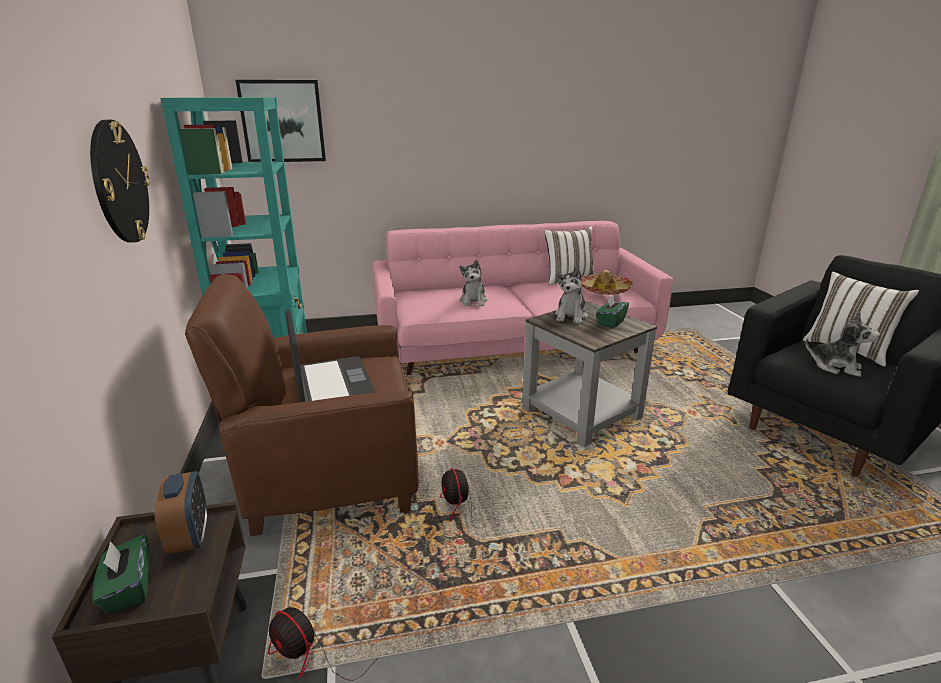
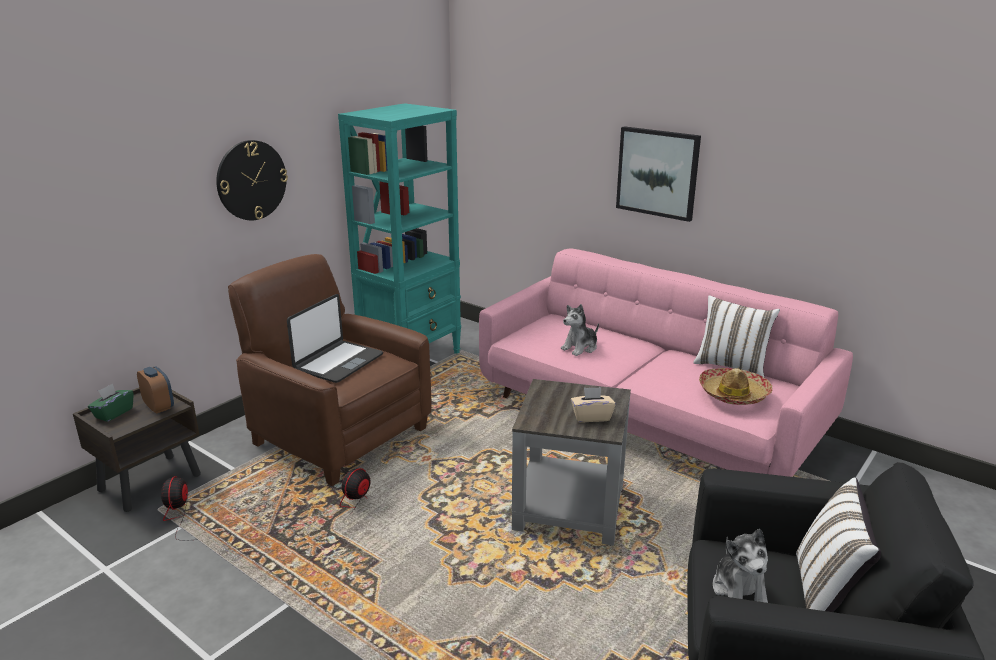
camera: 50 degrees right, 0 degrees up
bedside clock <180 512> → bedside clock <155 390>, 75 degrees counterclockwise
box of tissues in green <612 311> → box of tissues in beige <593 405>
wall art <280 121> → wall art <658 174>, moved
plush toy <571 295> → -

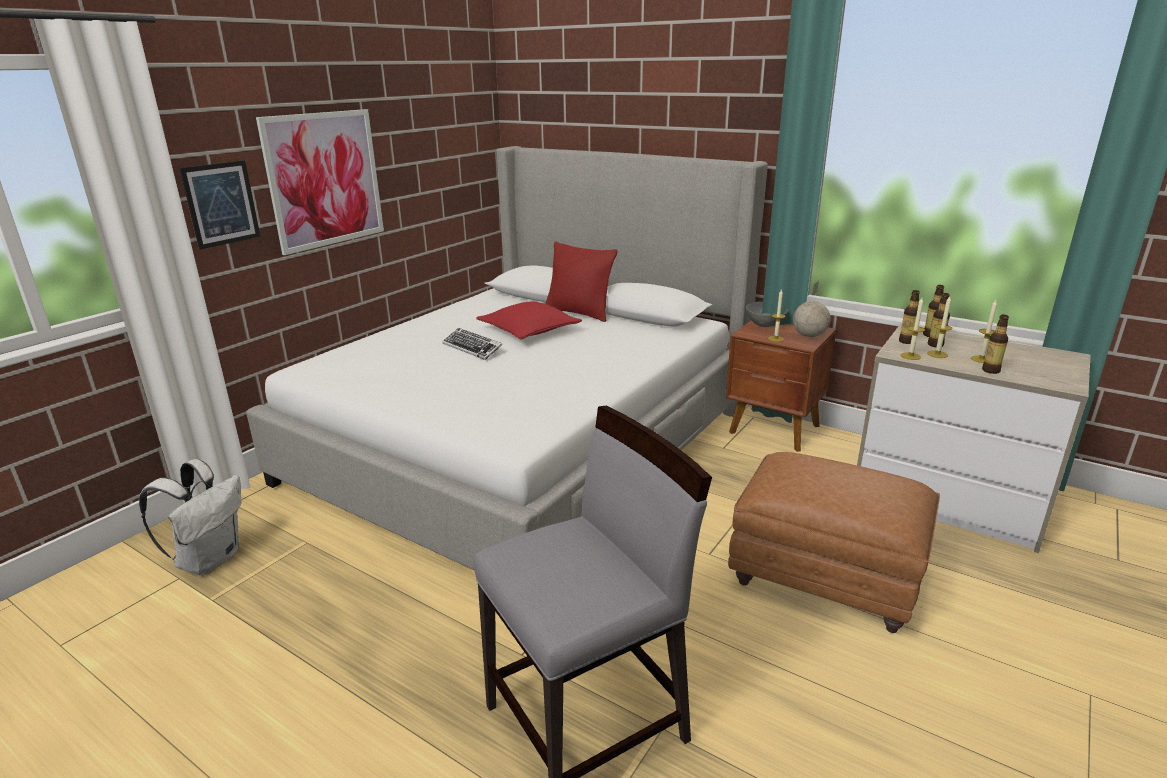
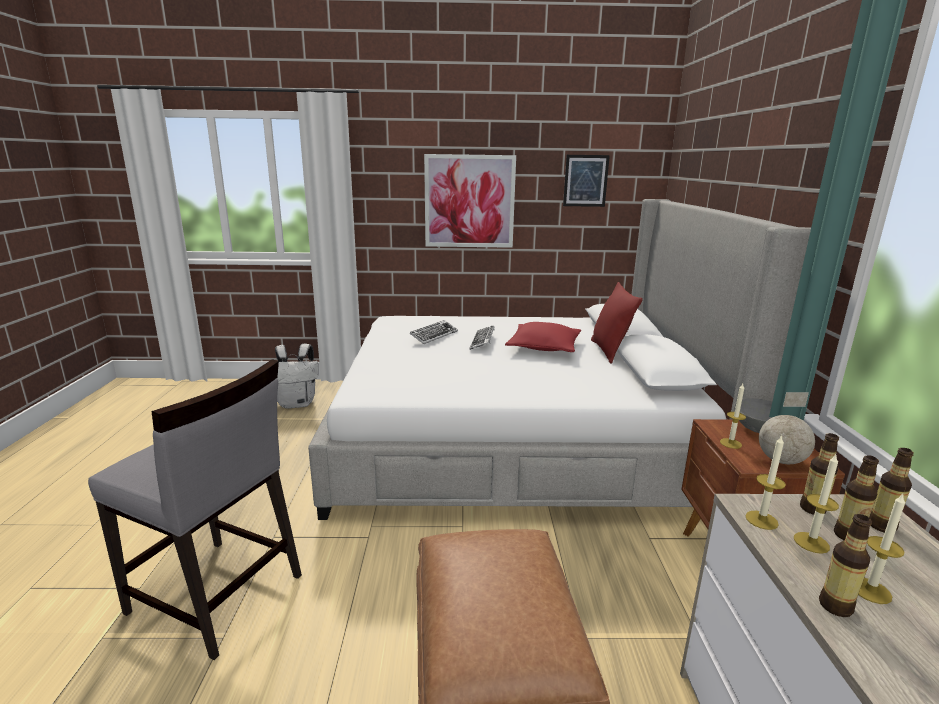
camera: 55 degrees right, 5 degrees down
- → PC keyboard <434 332>
wall art <220 204> → wall art <586 181>, moved

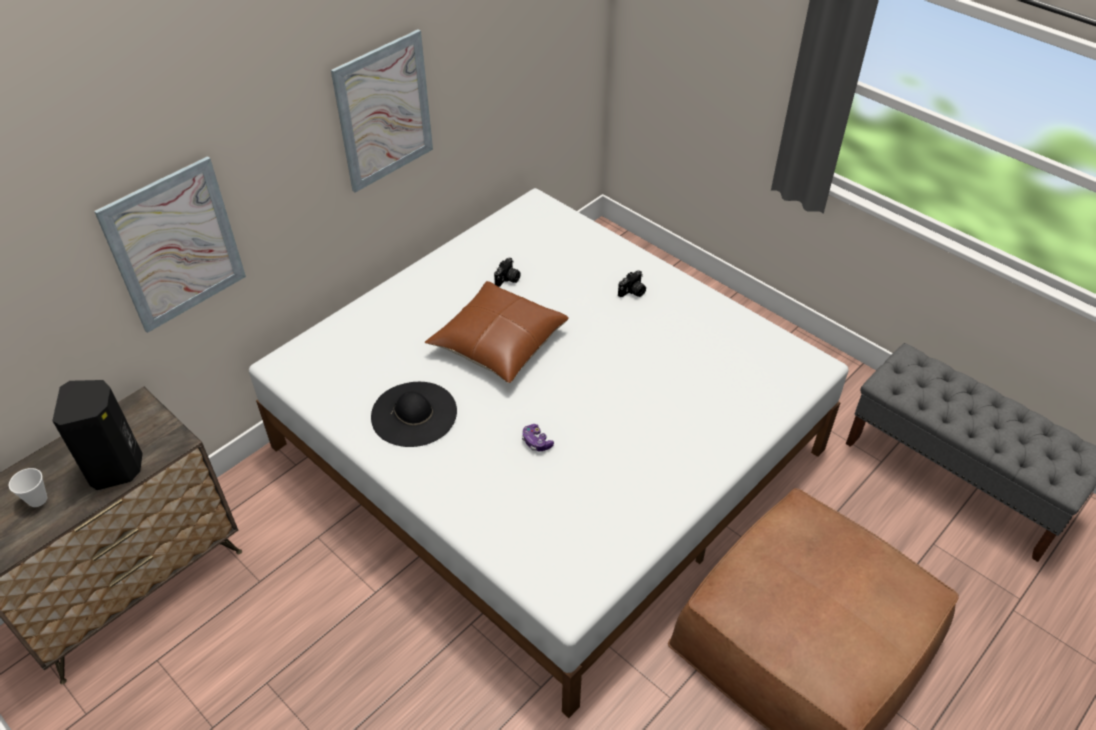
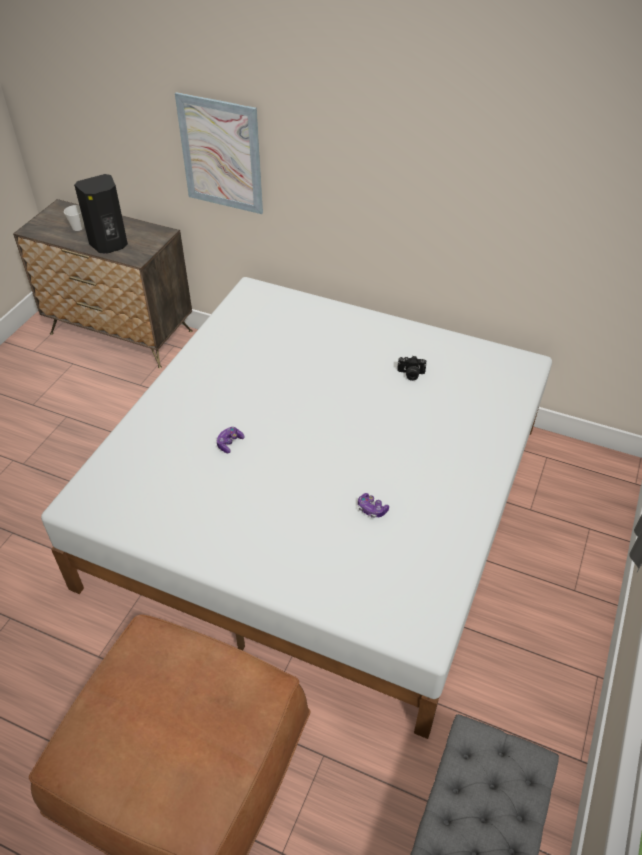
camera: 70 degrees right, 0 degrees up
- → gamepad <373 505>
wall art <382 111> → -
hat in black <414 414> → -
cushion in brown <497 332> → -
still camera <632 283> → -

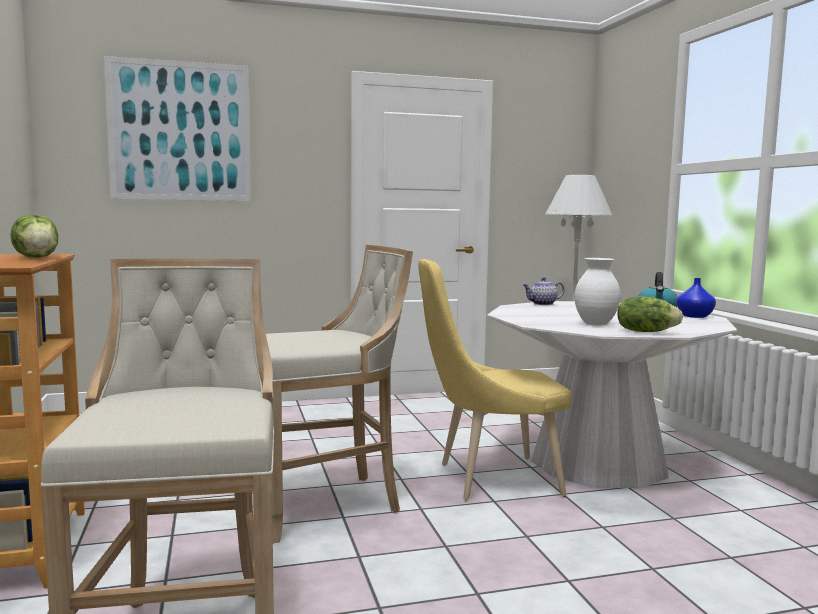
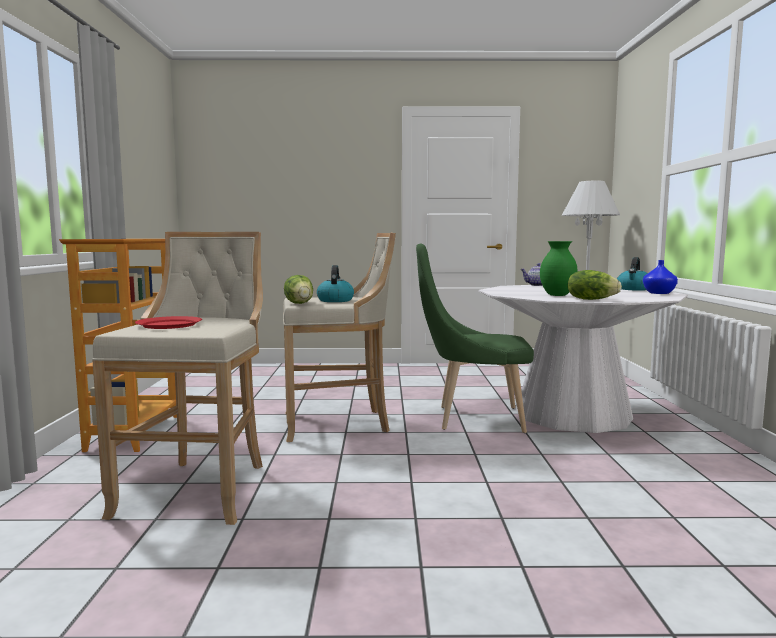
camera: 15 degrees right, 0 degrees up
- → flat dish in red-coloured <168 322>
head of lettuce <34 236> → head of lettuce <298 289>, moved
- → tea kettle <335 283>
upright chair in yellowish <495 379> → upright chair in green <475 338>
vase in whitish <598 291> → vase in green <559 268>
wall art <177 128> → -

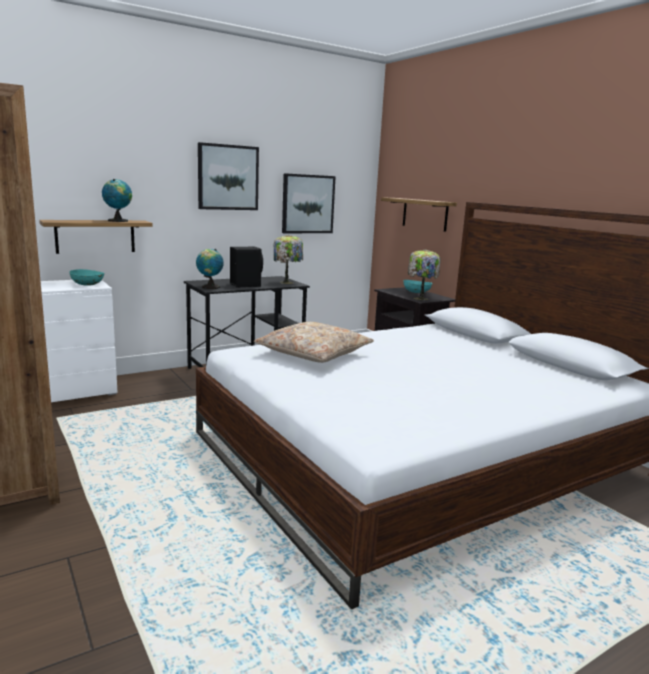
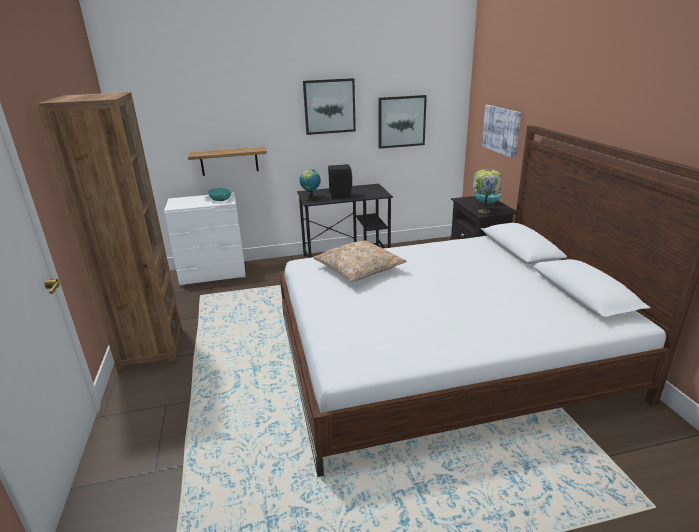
camera: 20 degrees right, 10 degrees up
shelf <419 214> → wall art <501 132>
world globe <117 200> → -
table lamp <288 259> → -

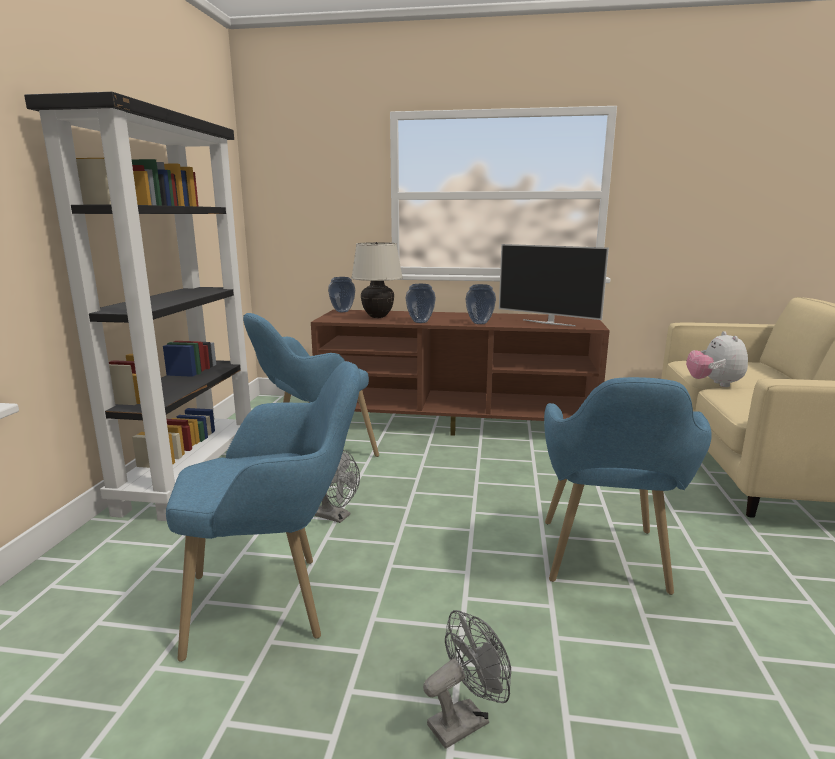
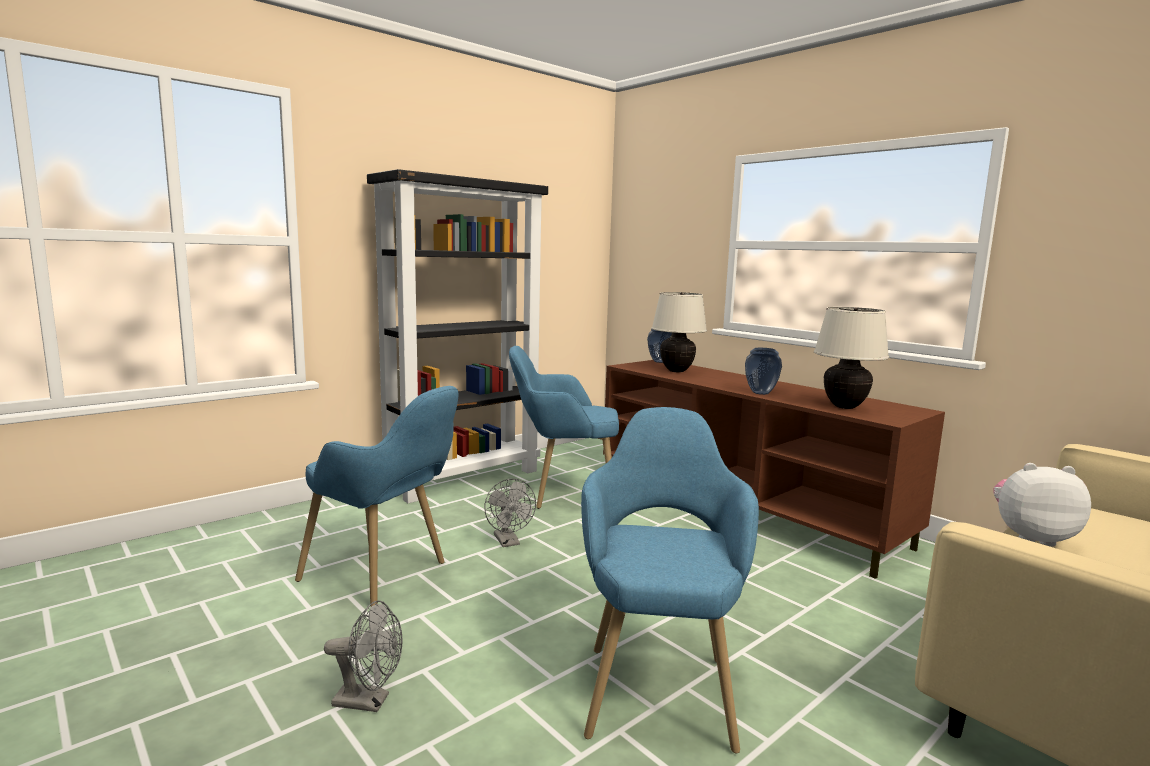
camera: 40 degrees right, 5 degrees down
lounge chair in blue-coloured <628 486> → lounge chair in blue-coloured <670 580>, 135 degrees clockwise
TV set <554 285> → table lamp in beige <851 358>
plush toy <717 359> → plush toy <1042 505>, 60 degrees clockwise
vase <421 303> → -

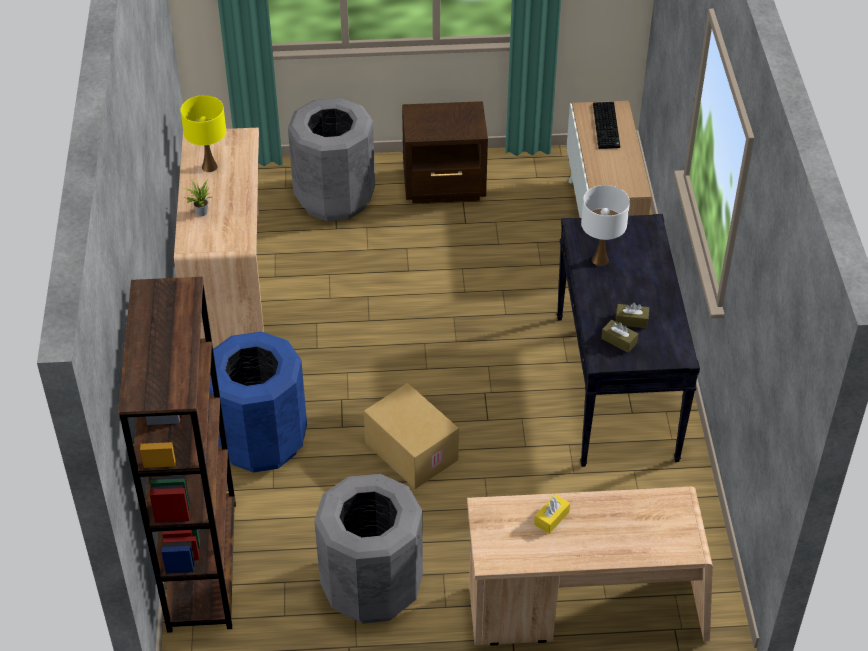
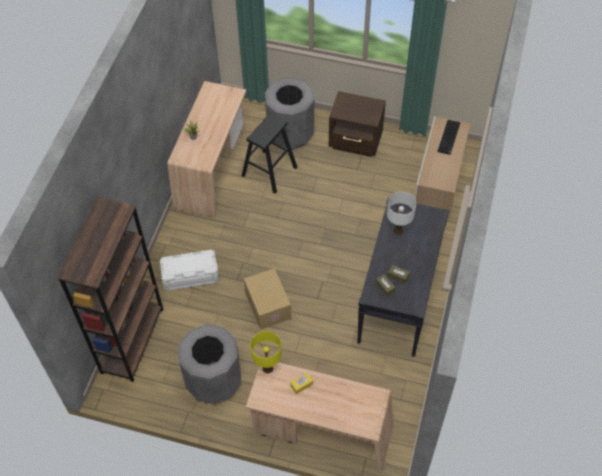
camera: 20 degrees right, 10 degrees up
trash can in blue-coloured <258 402> → storage container in whitish <189 270>
- → stool in black <269 154>
table lamp in yellowish <203 133> → table lamp in yellowish <266 352>, moved

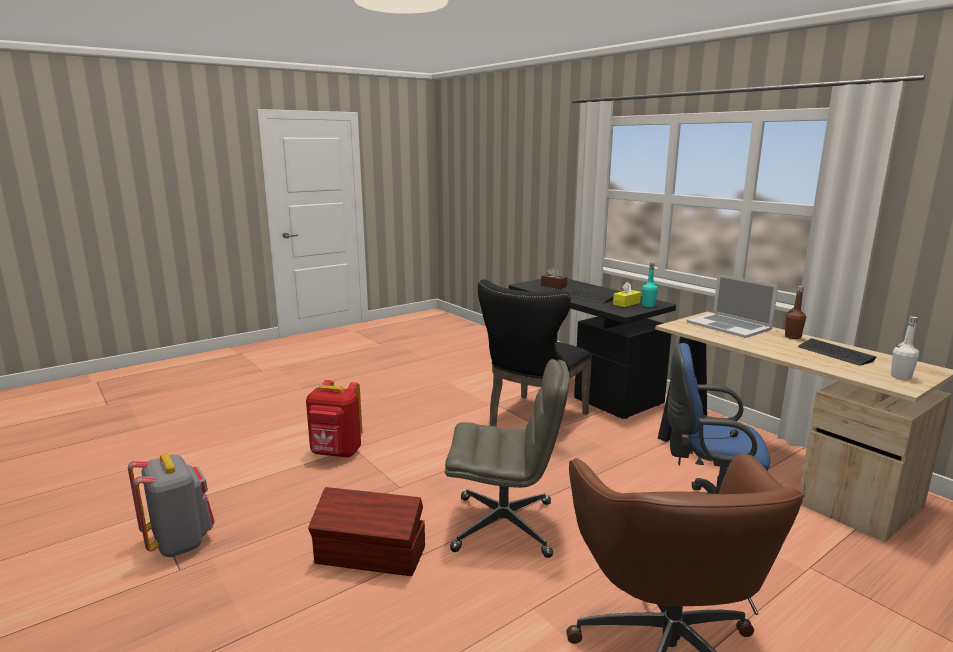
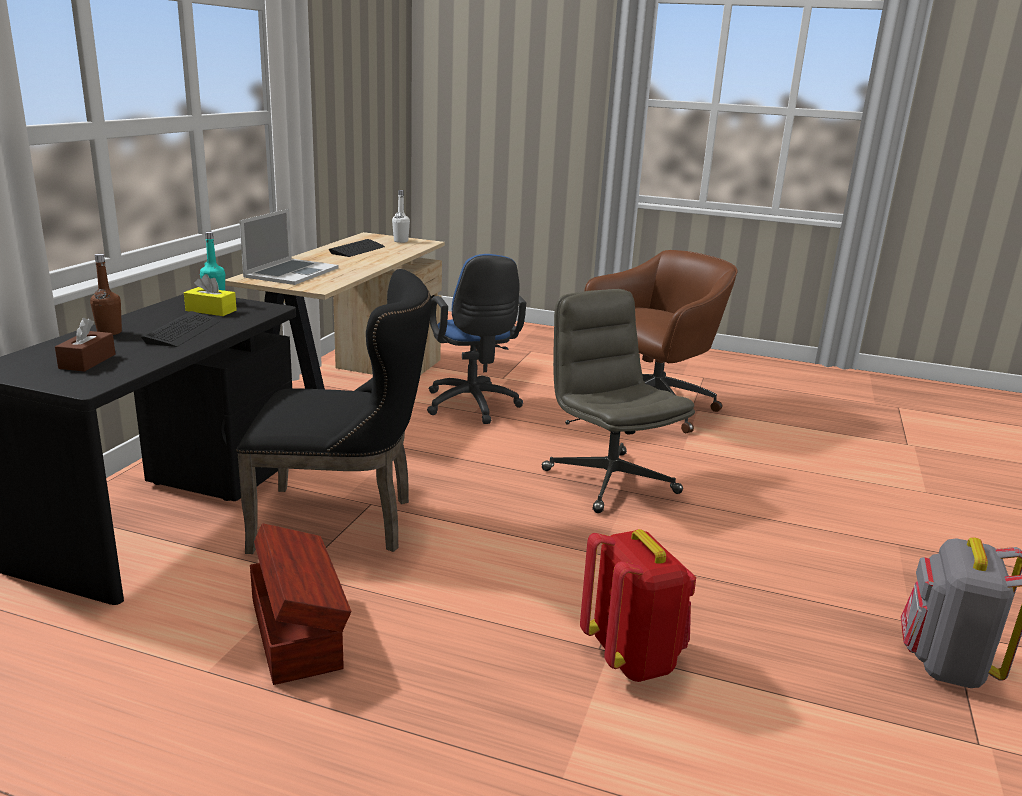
camera: 125 degrees left, 5 degrees up
drink bottle in brown <795 312> → drink bottle in brown <106 294>, moved
storage container in brown <366 531> → storage container in brown <300 604>, moved

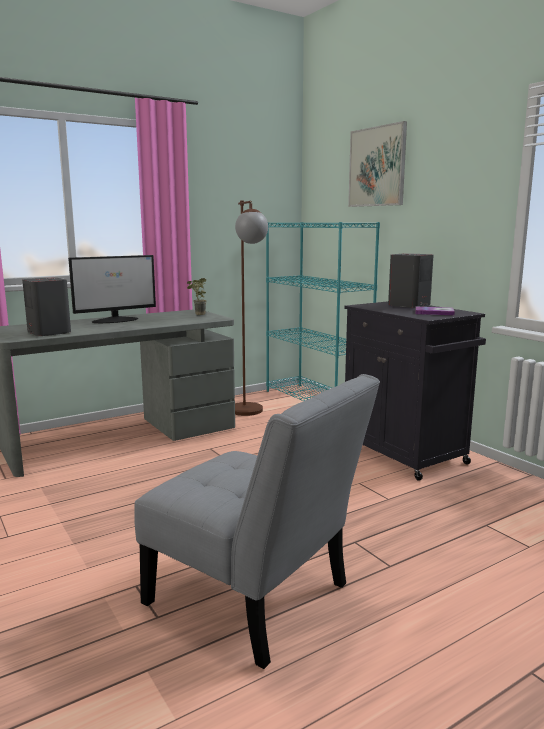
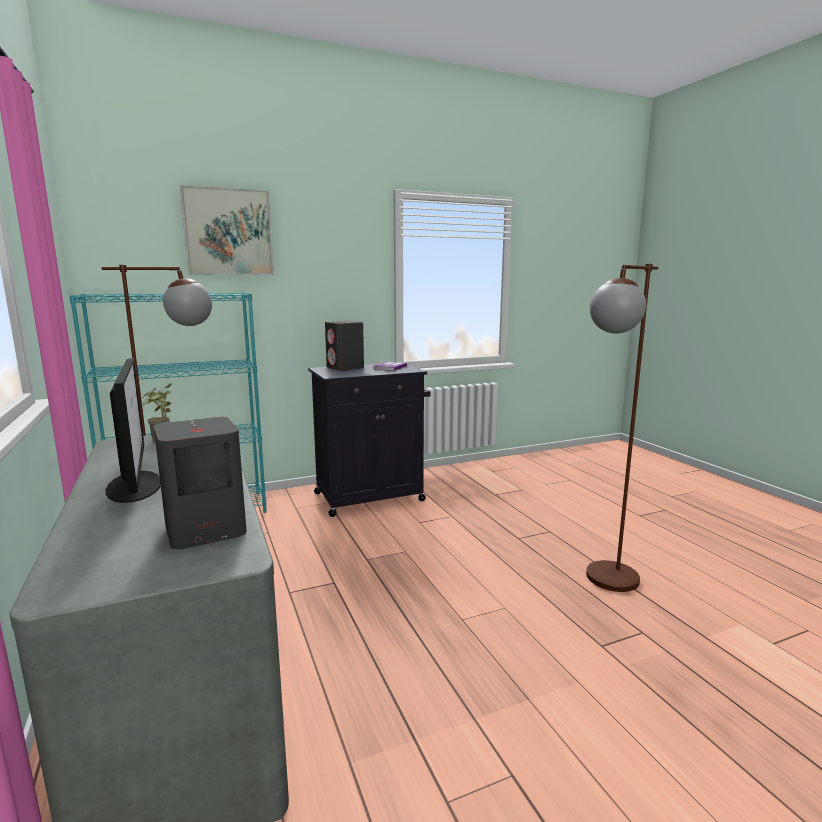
camera: 80 degrees left, 0 degrees up
upright chair in greyish <257 521> → floor lamp in brown <622 428>

